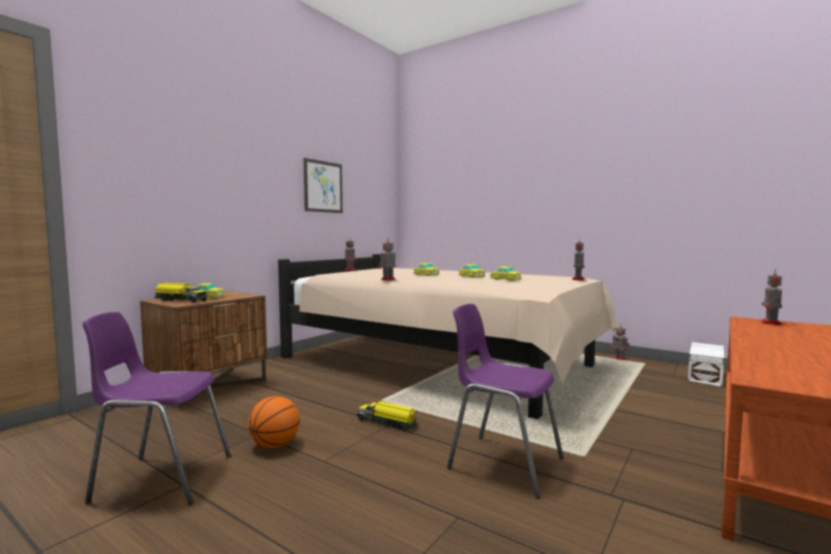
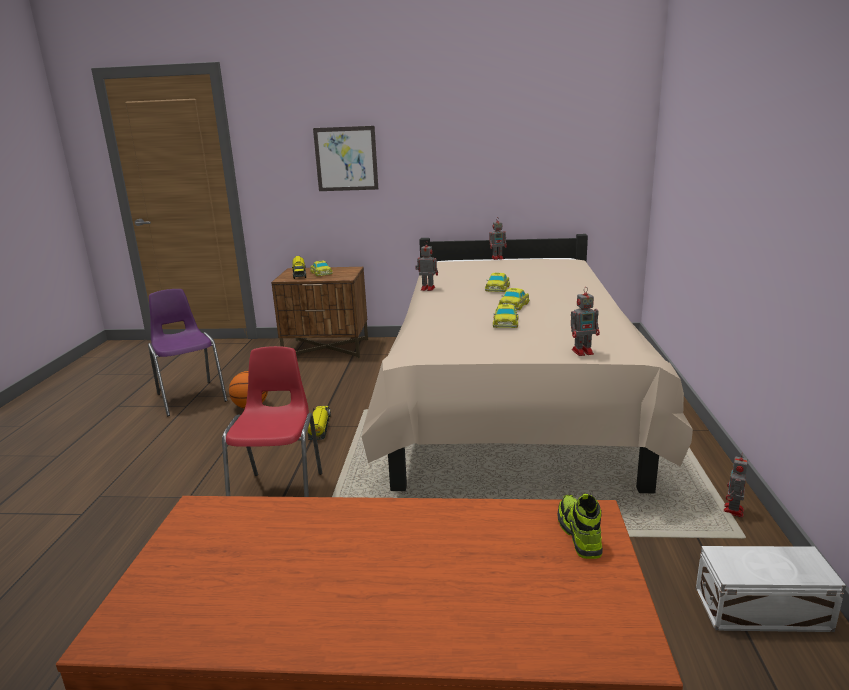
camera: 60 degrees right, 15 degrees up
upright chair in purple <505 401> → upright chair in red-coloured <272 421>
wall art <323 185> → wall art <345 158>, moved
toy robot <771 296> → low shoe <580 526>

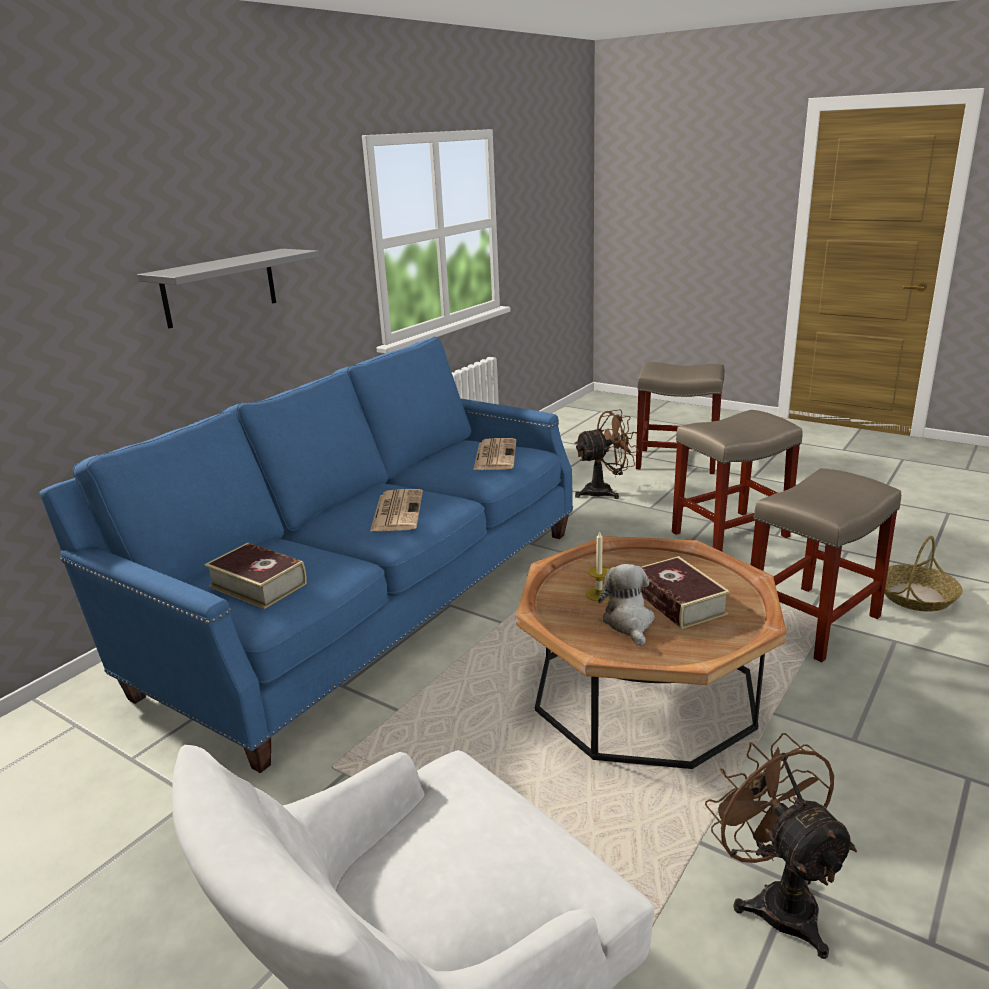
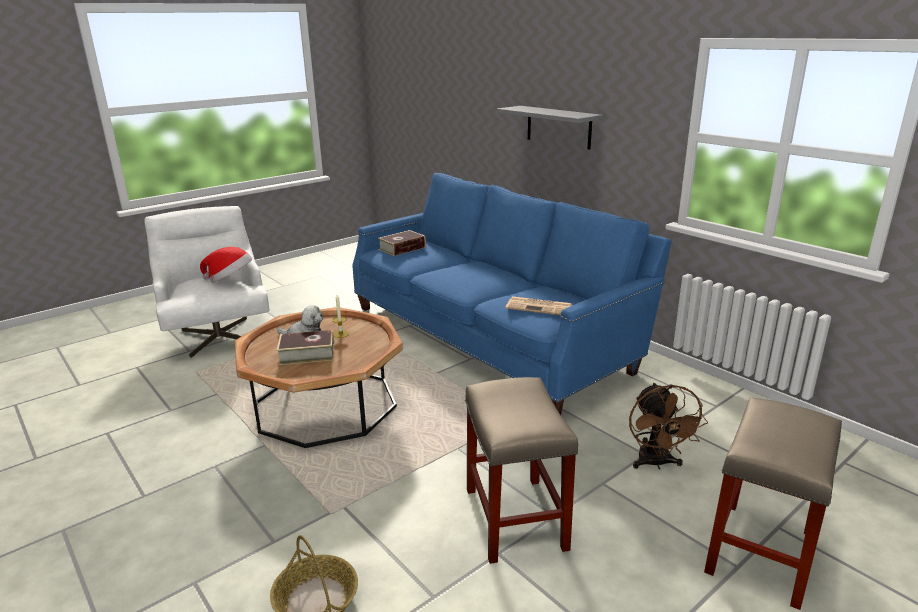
camera: 105 degrees right, 0 degrees up
- → hat <226 265>
printed paper <396 510> → -
electric fan in brown <781 846> → -
stool in beige <826 565> → -

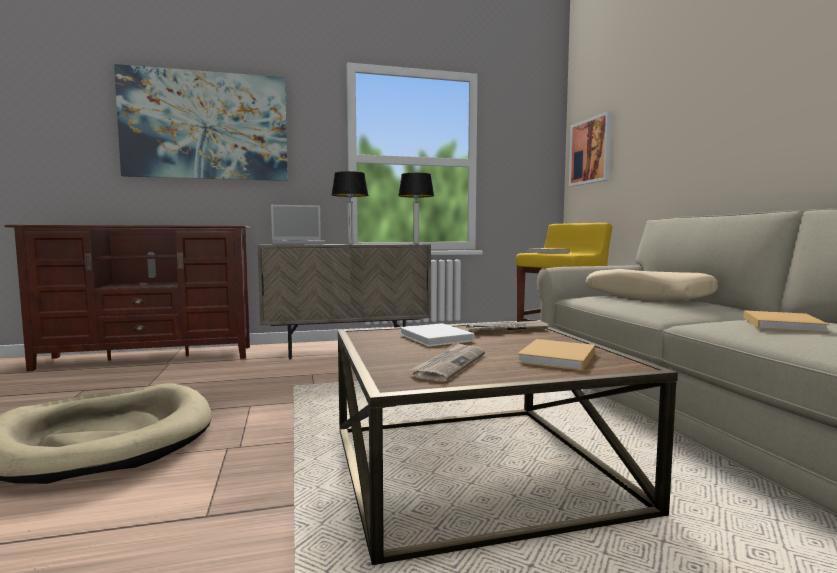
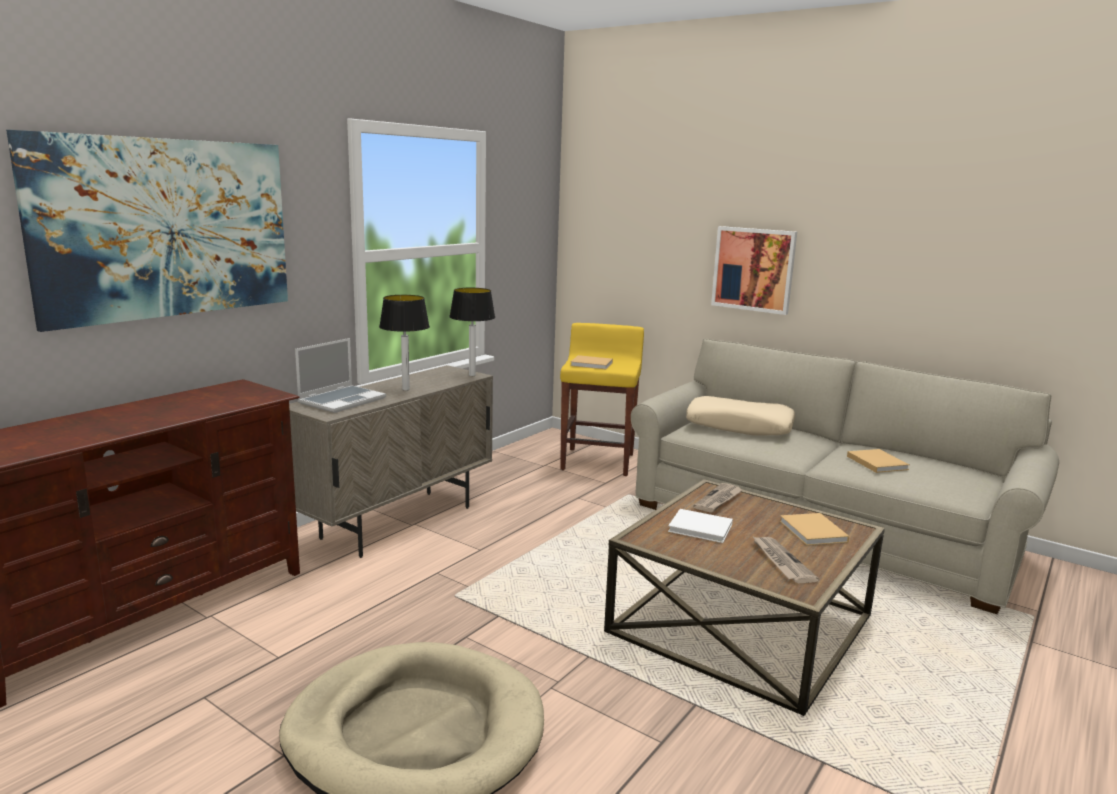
camera: 40 degrees left, 10 degrees up
wall art <590 149> → wall art <754 270>, moved

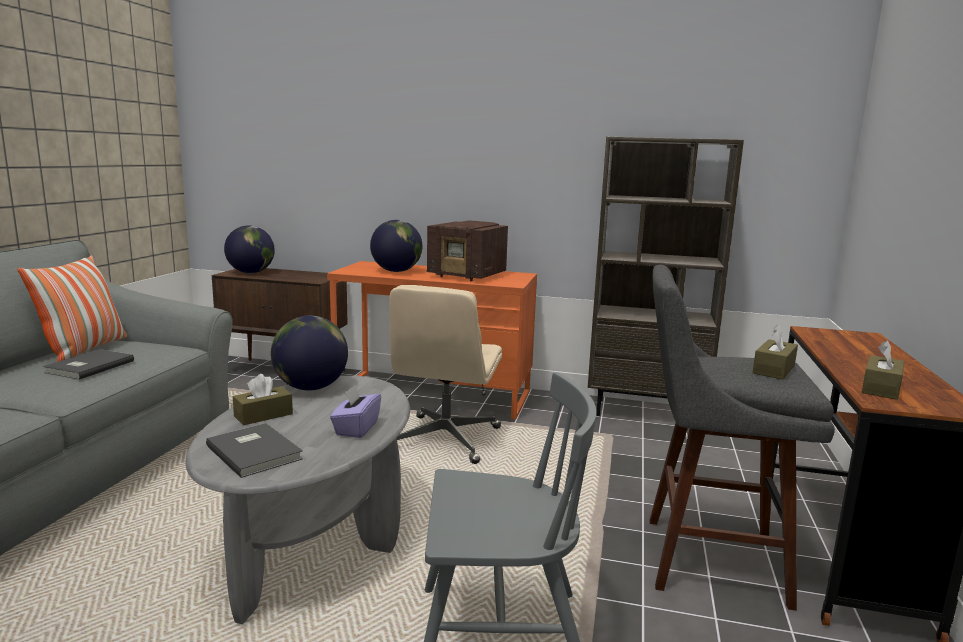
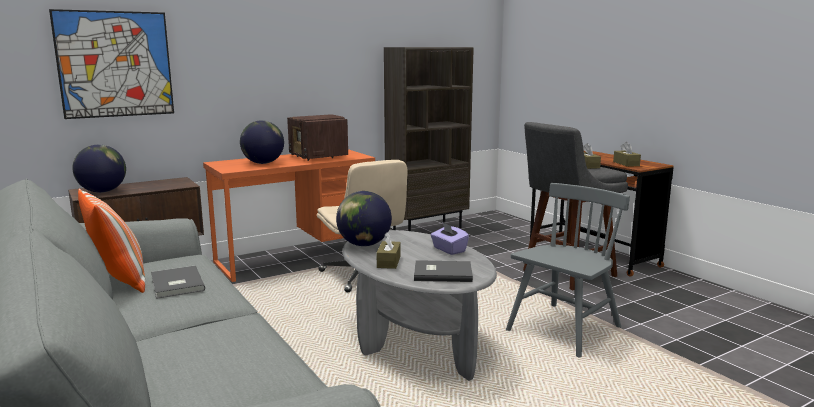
camera: 45 degrees left, 0 degrees up
- → wall art <111 64>
radio receiver <467 250> → radio receiver <317 137>, 75 degrees clockwise

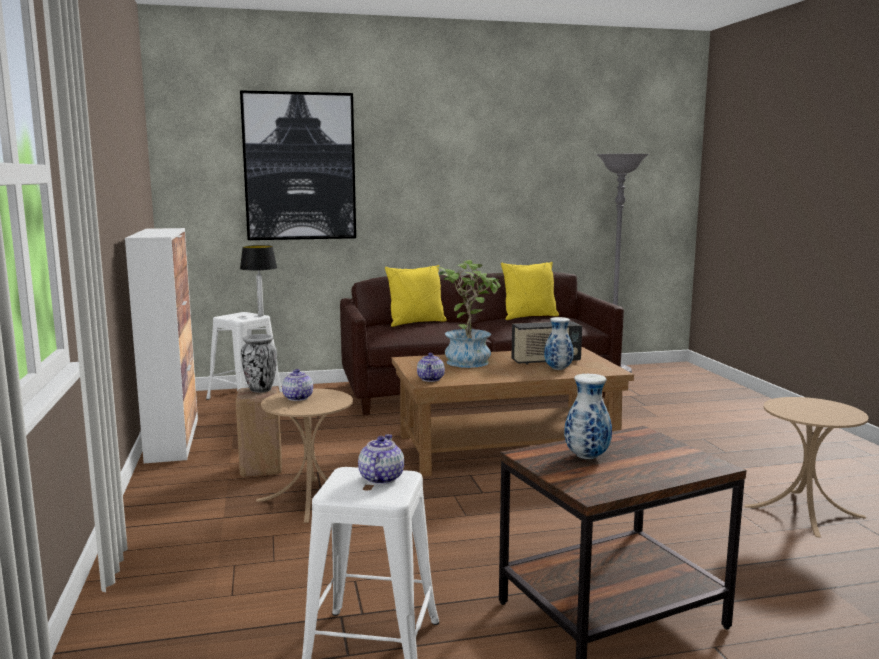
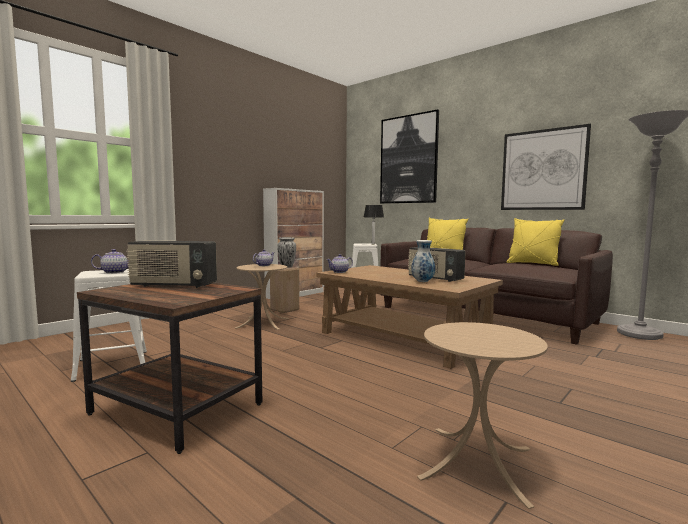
camera: 55 degrees right, 5 degrees down
vase <588 416> → radio receiver <171 264>
- → wall art <546 167>
potted plant <469 314> → -

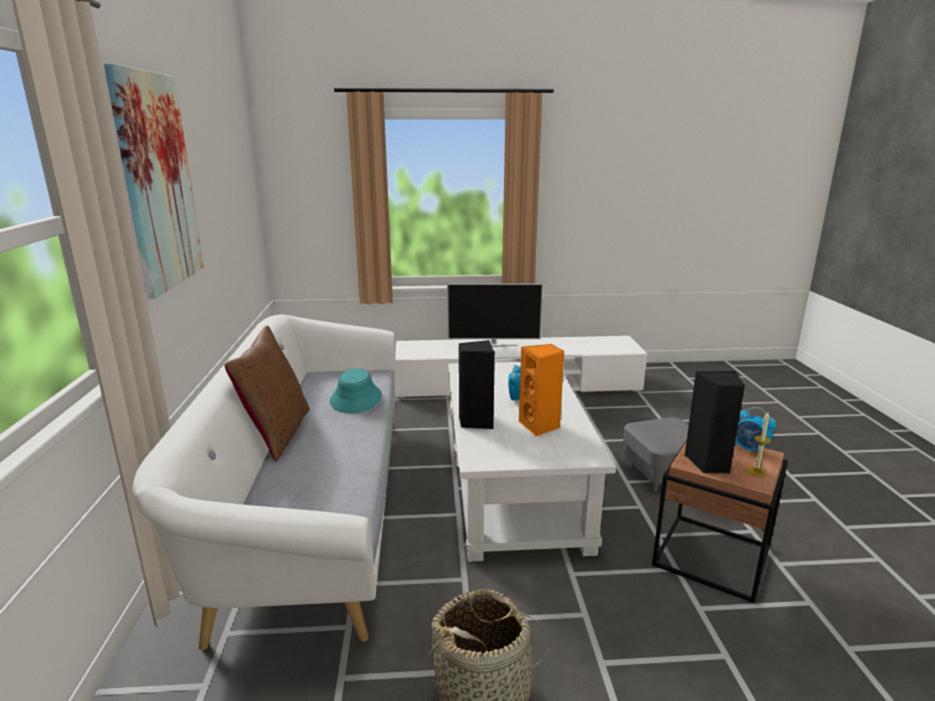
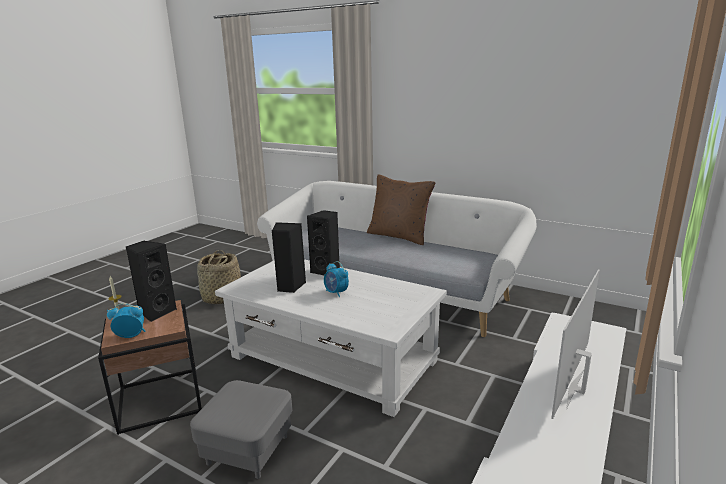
camera: 125 degrees right, 0 degrees up
loudspeaker in orange <541 390> → loudspeaker in black <289 257>
wall art <154 181> → -
hat in turquoise <356 390> → -

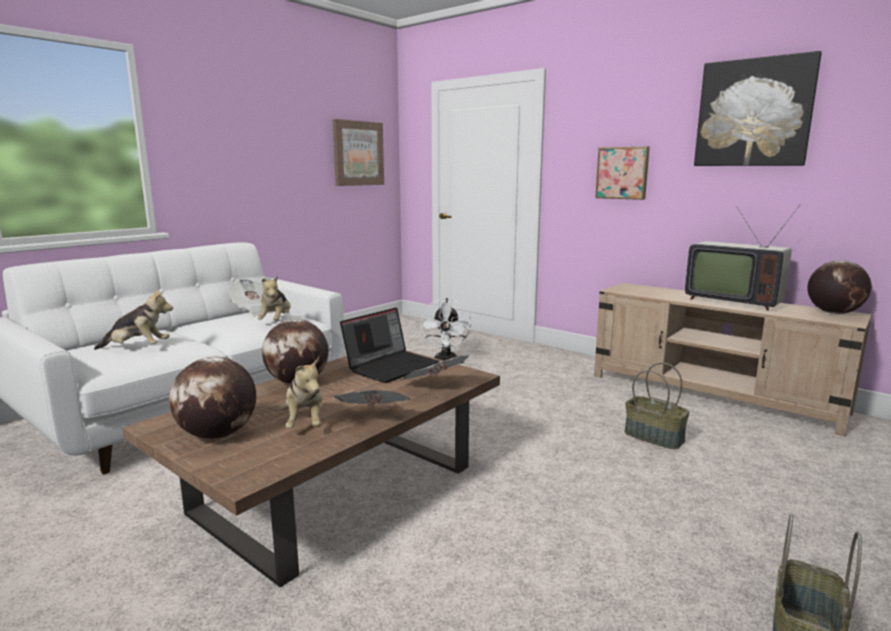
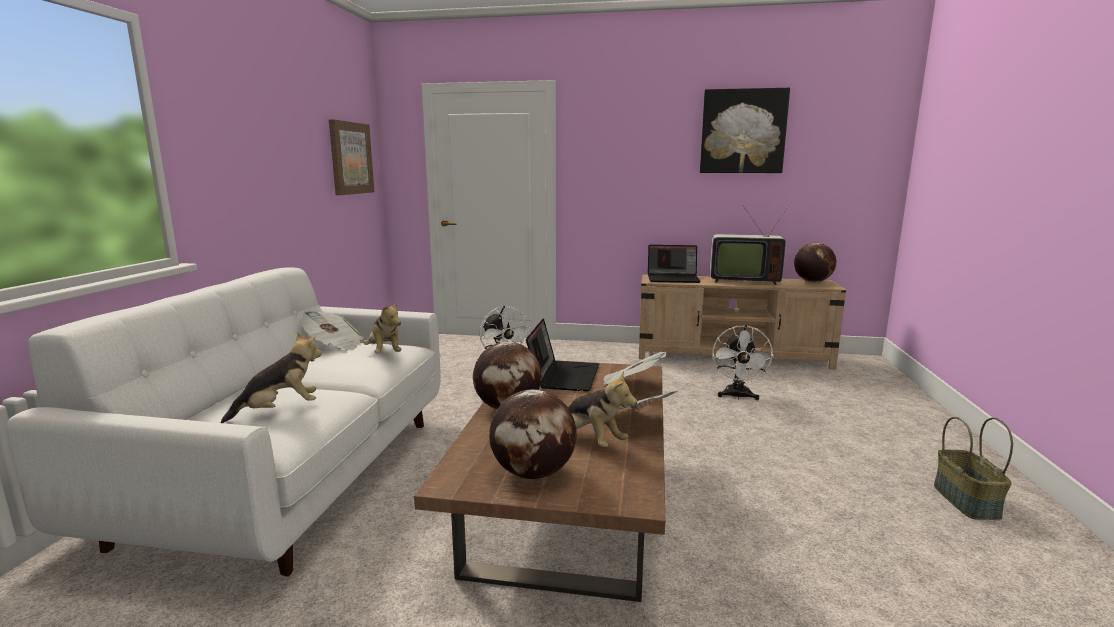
camera: 30 degrees left, 0 degrees up
- → notebook computer <674 264>
storage basket <657 406> → electric fan in whitish <743 362>
wall art <622 173> → -

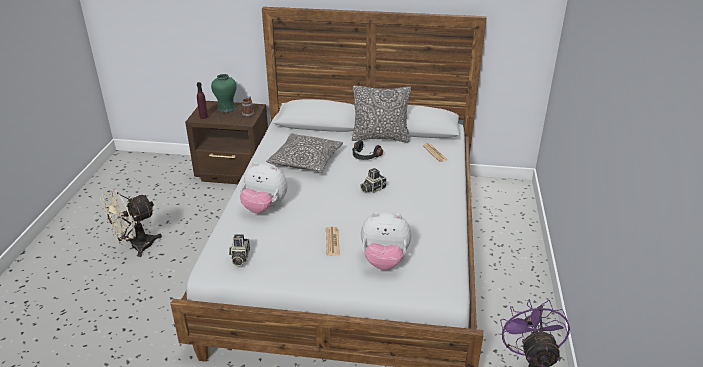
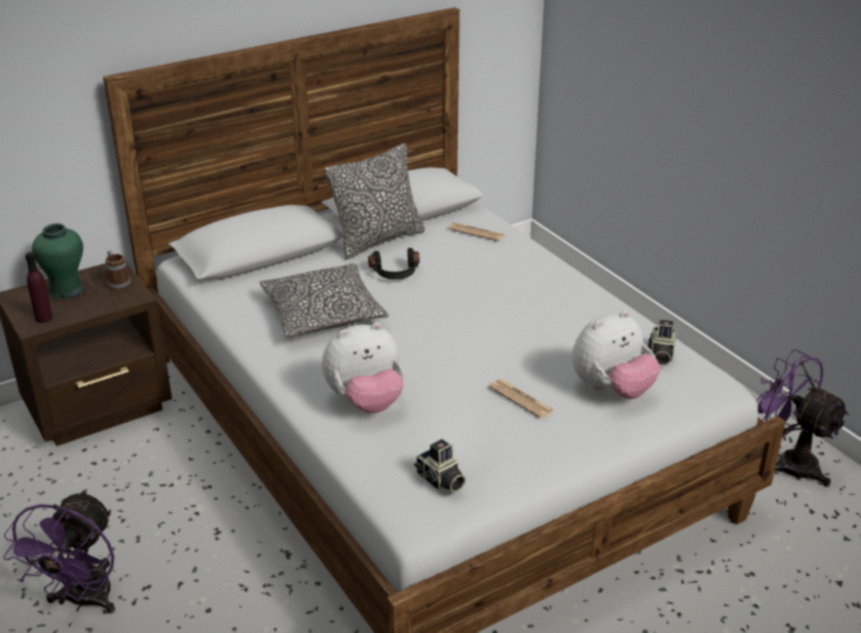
camera: 40 degrees left, 0 degrees up
electric fan in beige <131 223> → electric fan in purple <59 551>
still camera <373 180> → still camera <662 343>, moved

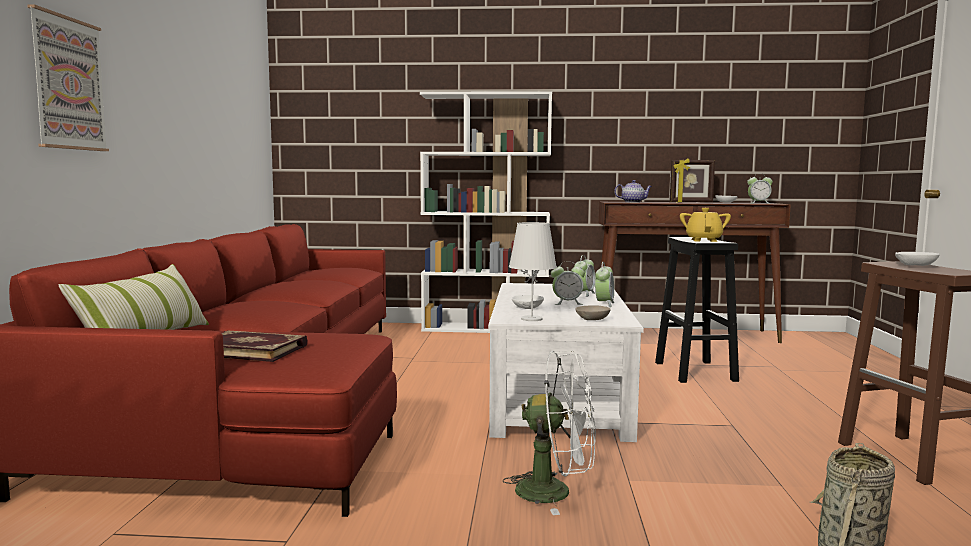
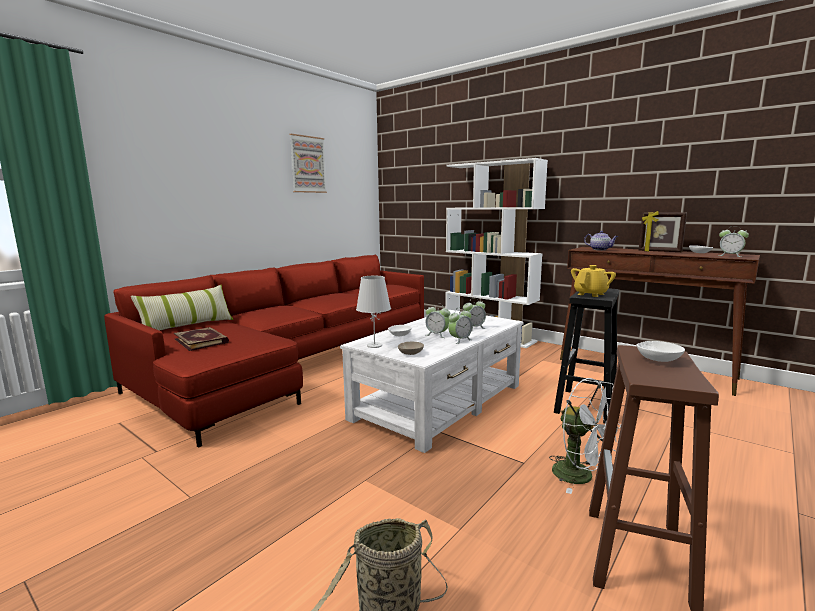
camera: 35 degrees right, 5 degrees up
wall art <68 77> → wall art <308 163>, moved
electric fan in whitish <549 433> → electric fan in whitish <586 436>, moved

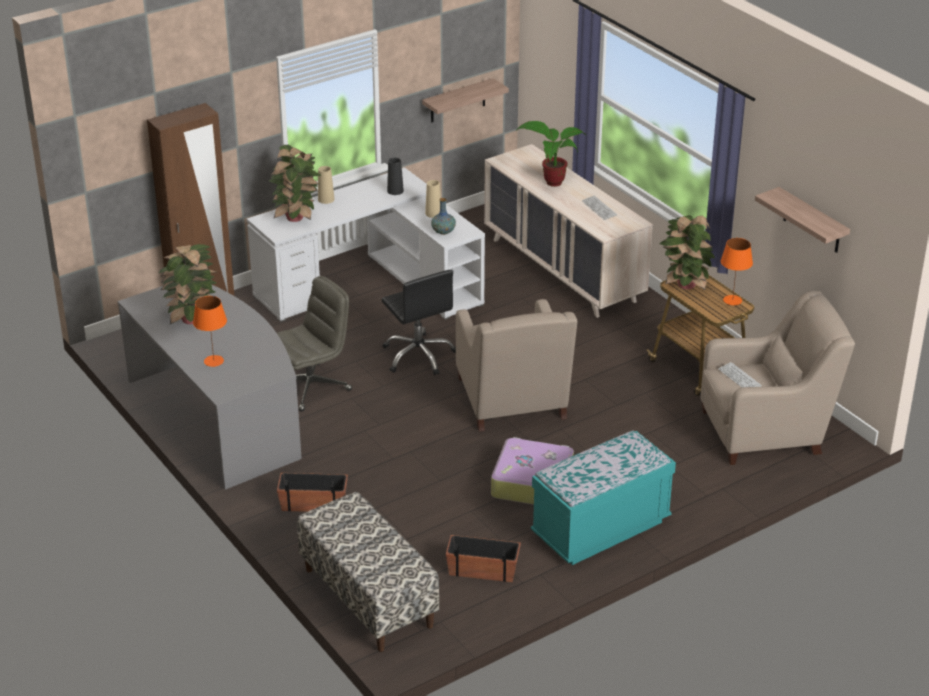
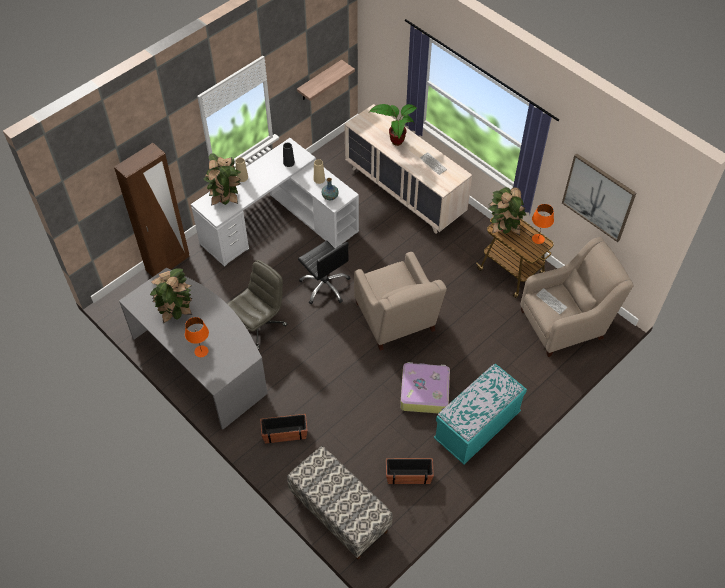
camera: 10 degrees left, 20 degrees up
shelf <802 220> → wall art <599 197>

